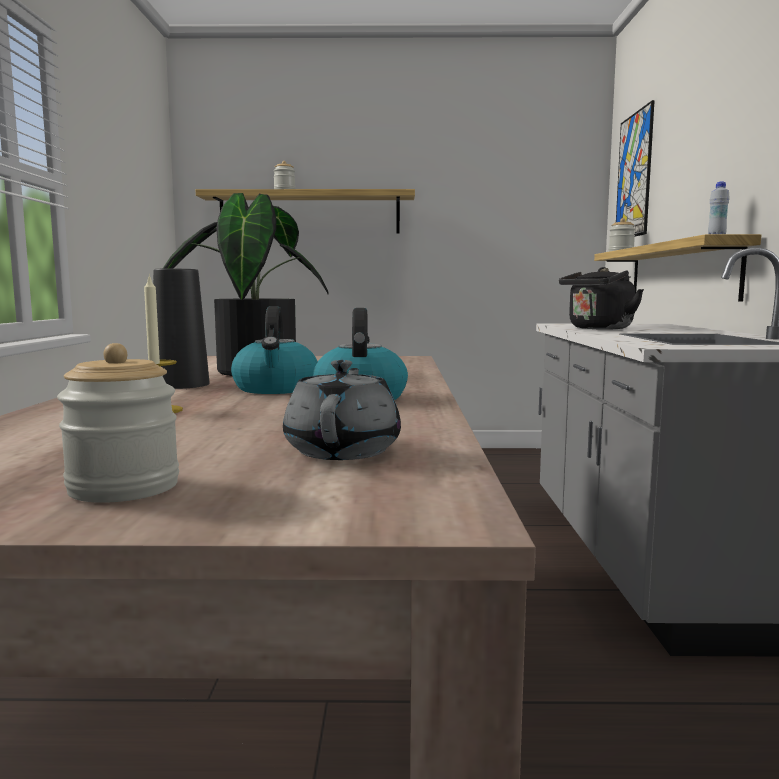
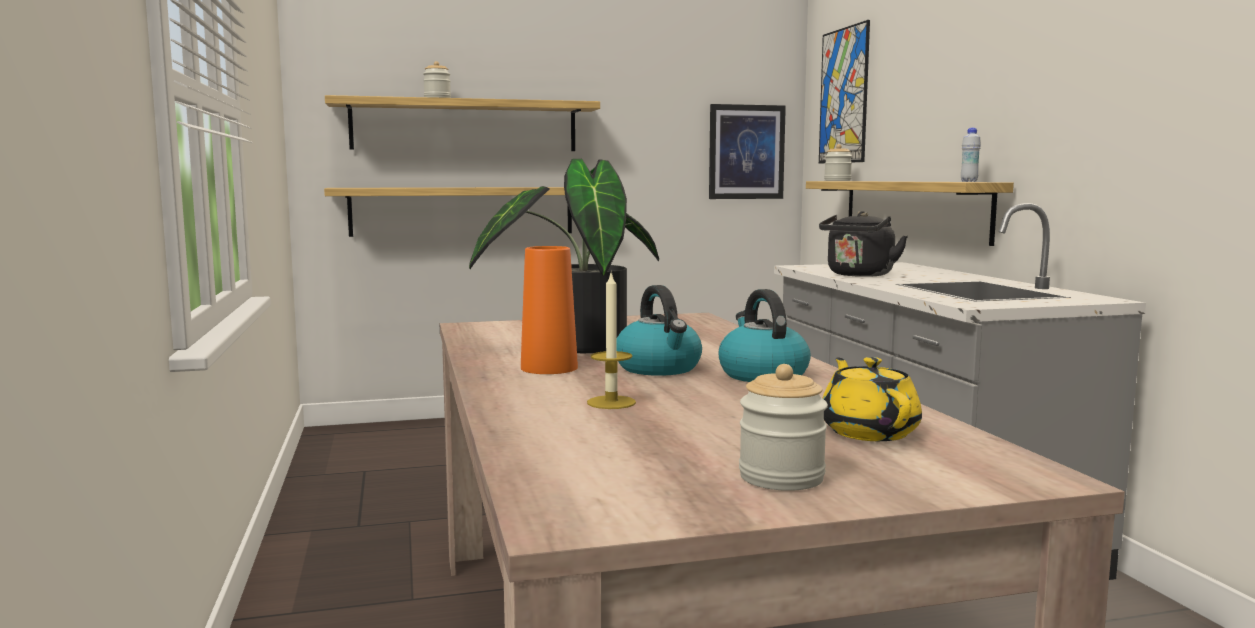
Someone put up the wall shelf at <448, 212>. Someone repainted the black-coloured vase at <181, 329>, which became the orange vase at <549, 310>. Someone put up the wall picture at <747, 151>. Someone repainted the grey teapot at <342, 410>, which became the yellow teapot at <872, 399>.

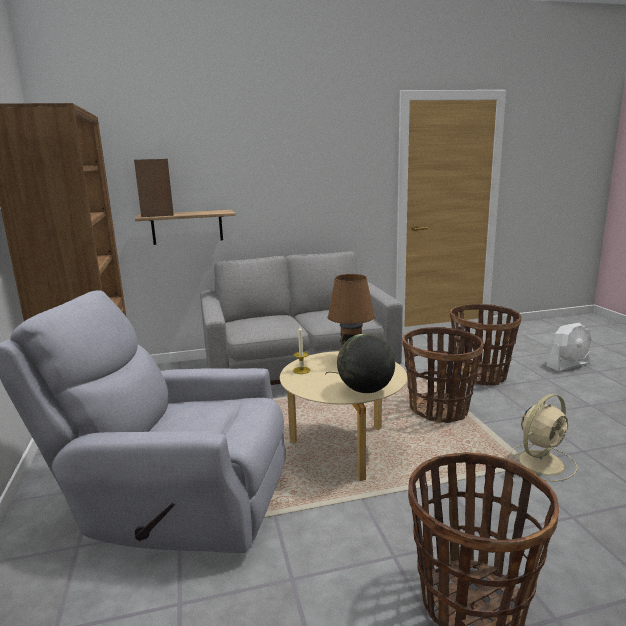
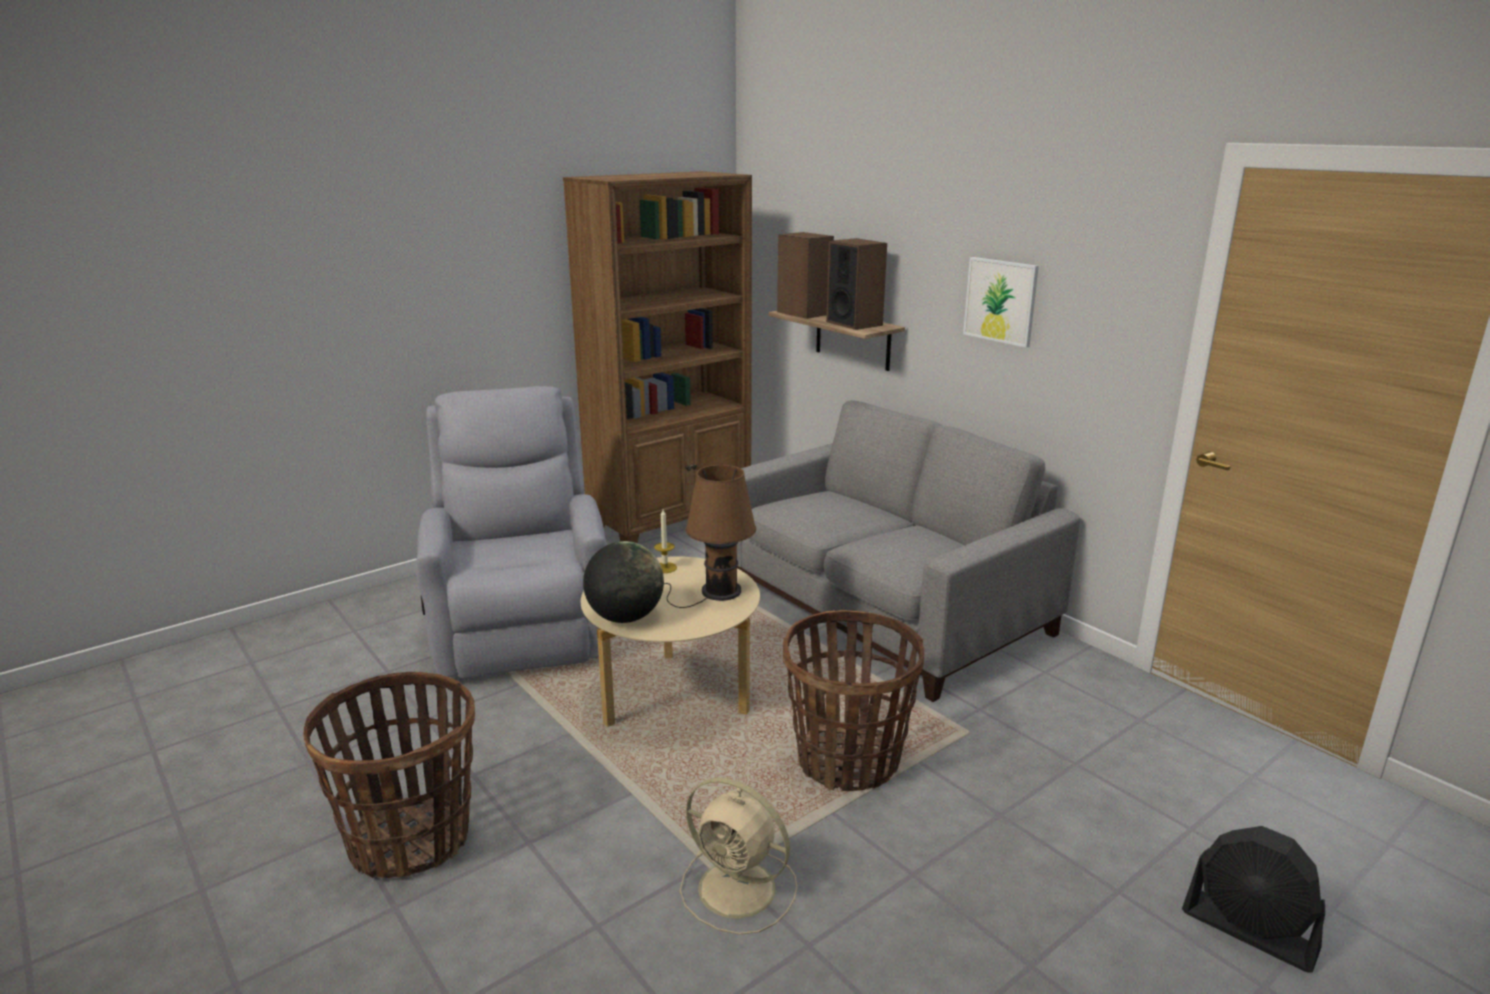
Someone put down the audio speaker at <856, 284>. Someone put up the wall picture at <1001, 302>. Someone repainted the whitish fan at <569, 347>, which became the black-coloured fan at <1253, 899>. Someone took away the storage basket at <485, 345>.

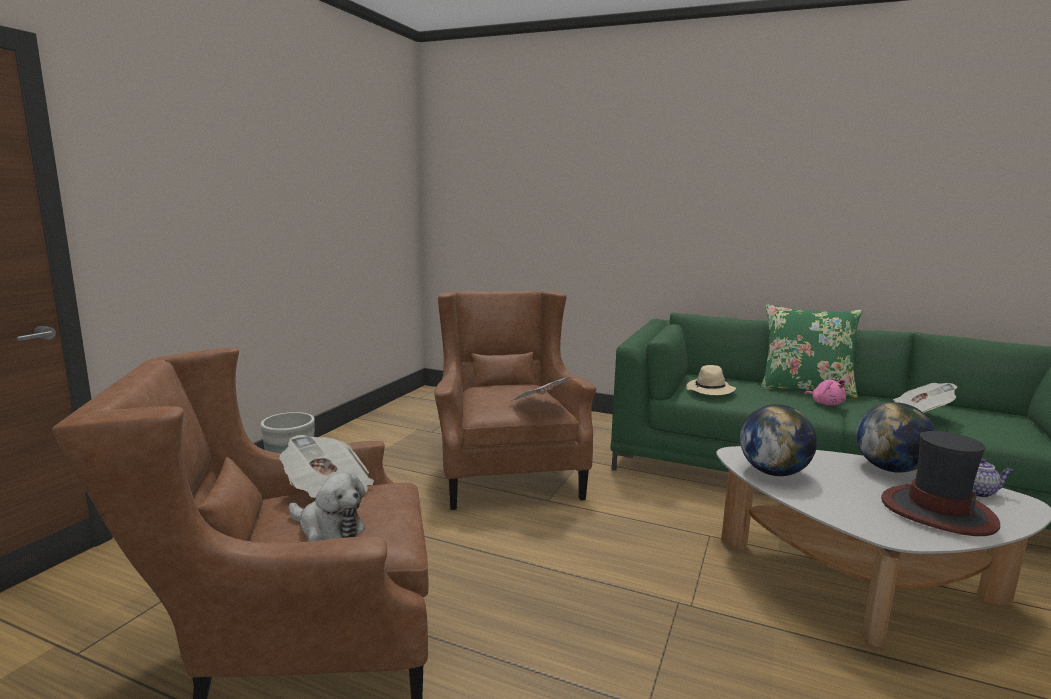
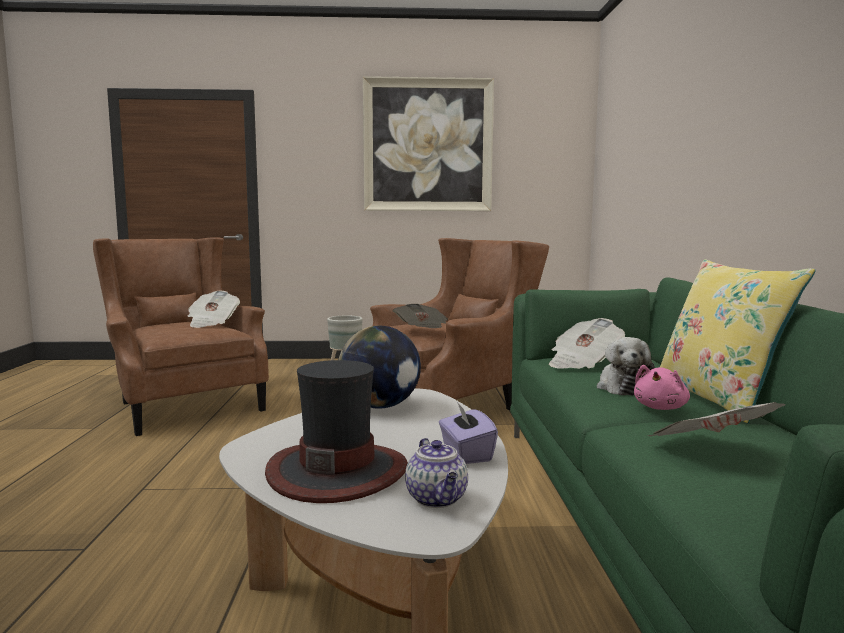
Someone put up the wall picture at <428, 143>. Someone swapped the world globe at <896, 437> for the purple tissue holder at <468, 433>. Someone swapped the sand-coloured wearable hat at <711, 380> for the newspaper at <587, 343>. Someone carried the soft toy from <327, 506> to <626, 366>. Someone repainted the greenish pillow at <811, 351>, which became the yellow pillow at <738, 341>.

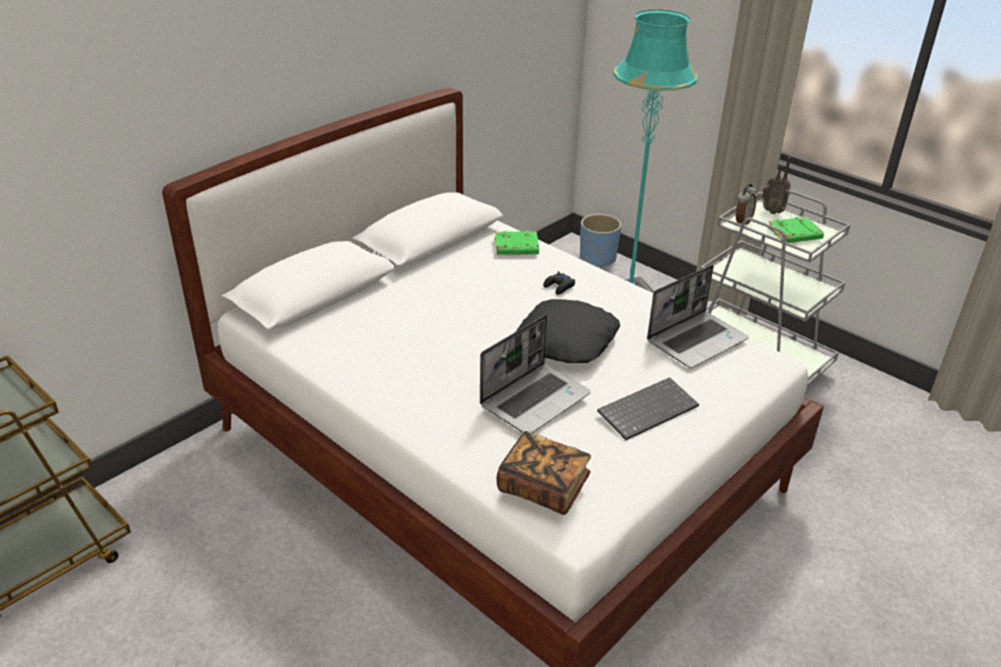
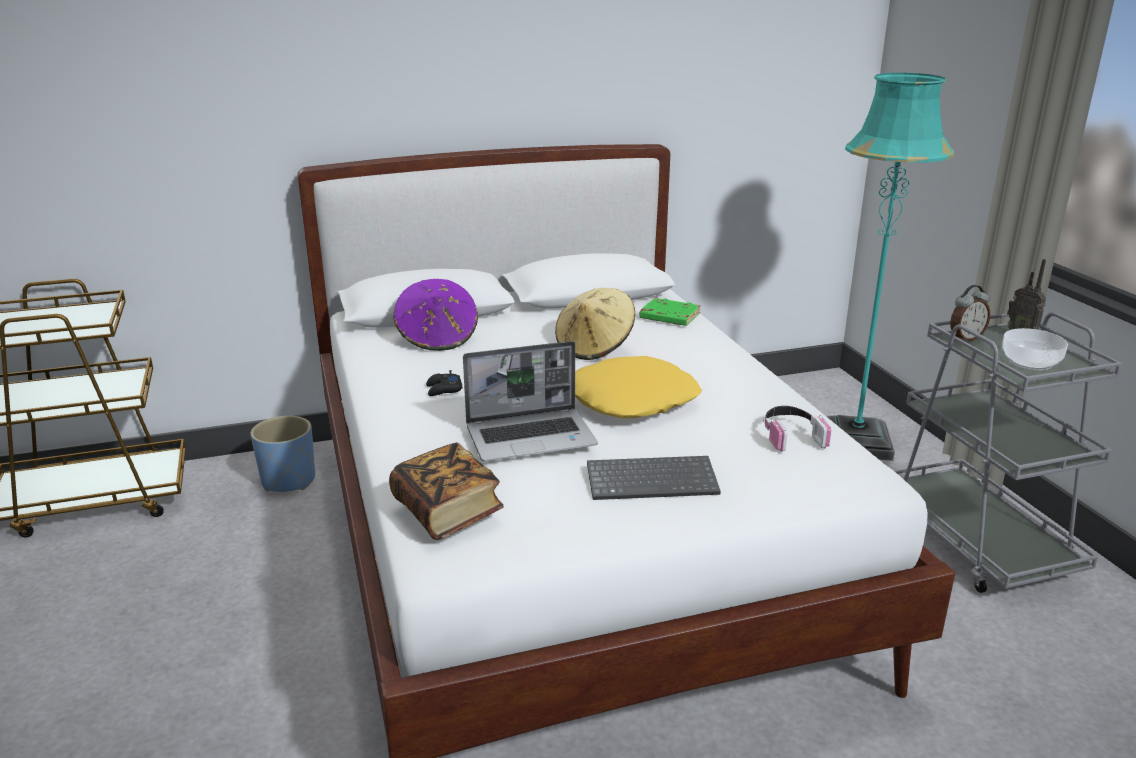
Someone carried the blue plant pot from <600, 240> to <283, 454>. Someone put down the purple wearable hat at <435, 315>. Someone carried the black-coloured game controller from <559, 283> to <444, 383>. Someone put down the sand-coloured wearable hat at <595, 324>. Someone repainted the black-coloured pillow at <568, 331>, which became the yellow pillow at <638, 387>. Someone swapped the notebook computer at <698, 316> for the headset at <797, 429>. Someone swapped the greenish volume at <796, 230> for the deep dish at <1035, 349>.

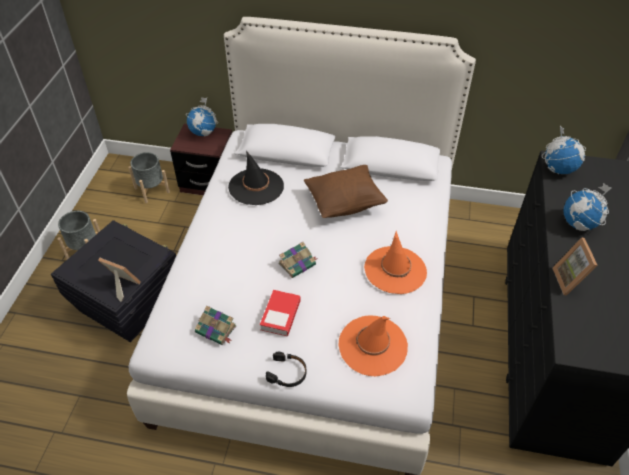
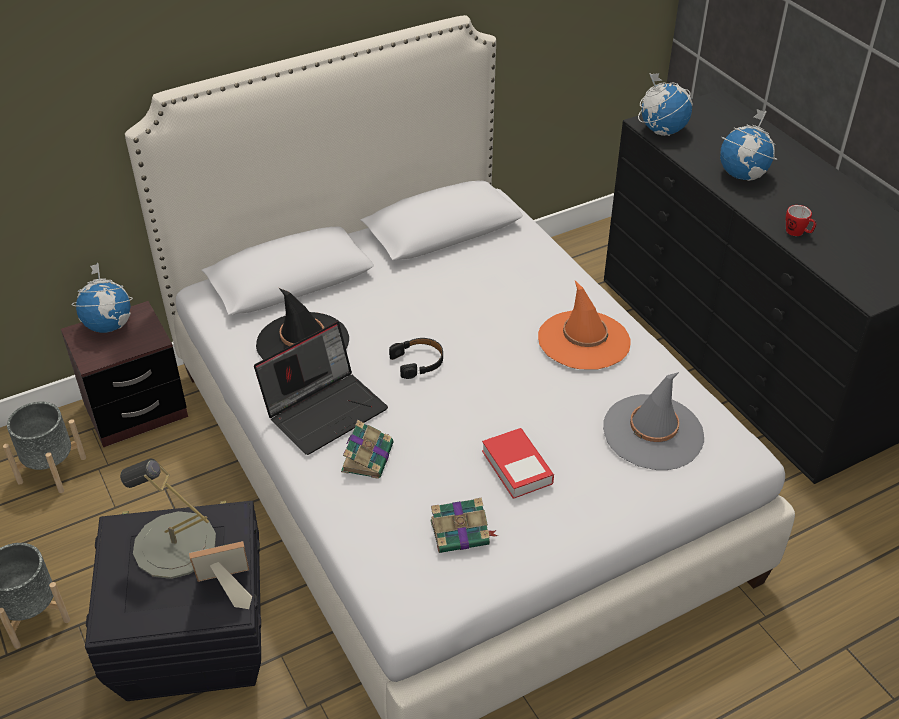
Someone put down the grey tabletop lamp at <168, 518>. Someone put down the notebook computer at <321, 388>. Someone carried the volume from <297, 260> to <367, 449>. Someone carried the black-coloured headset from <286, 369> to <416, 358>. Someone repainted the orange wearable hat at <373, 345>, which became the grey wearable hat at <653, 421>. Someone swapped the picture frame at <575, 266> for the mug at <801, 220>. Someone took away the brown-coloured pillow at <346, 191>.

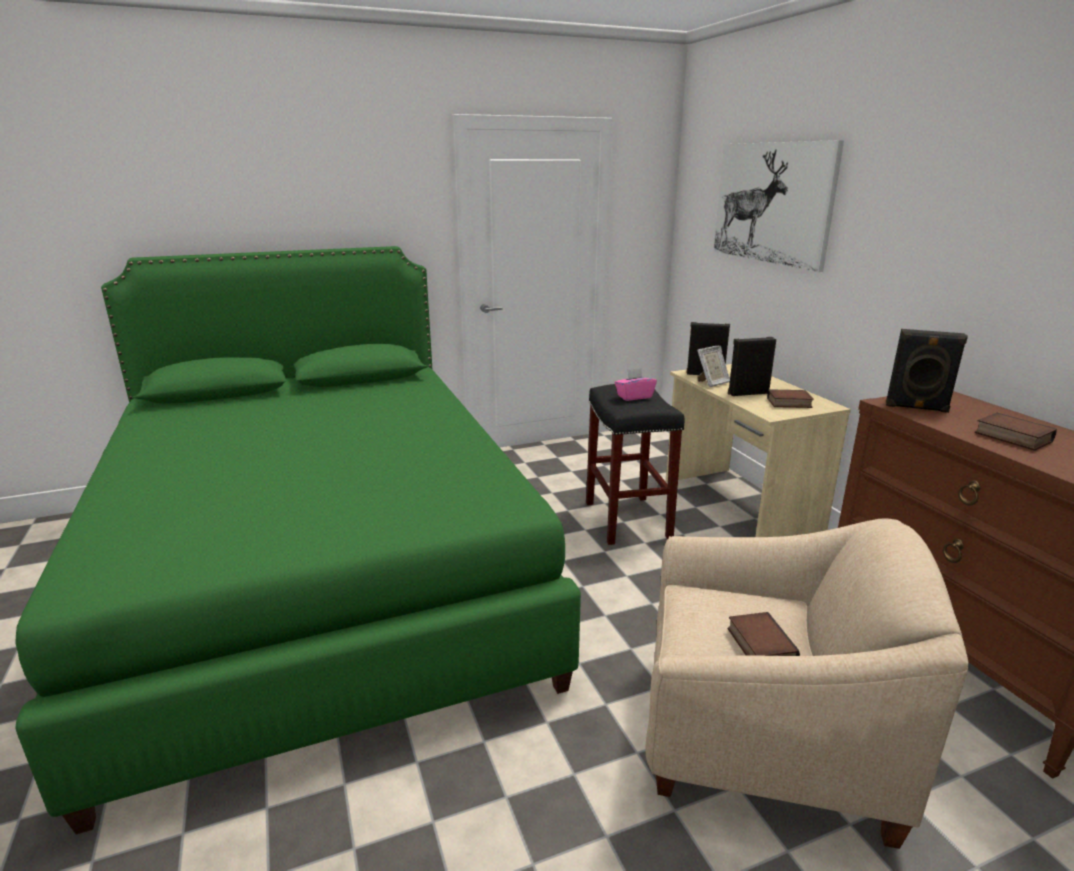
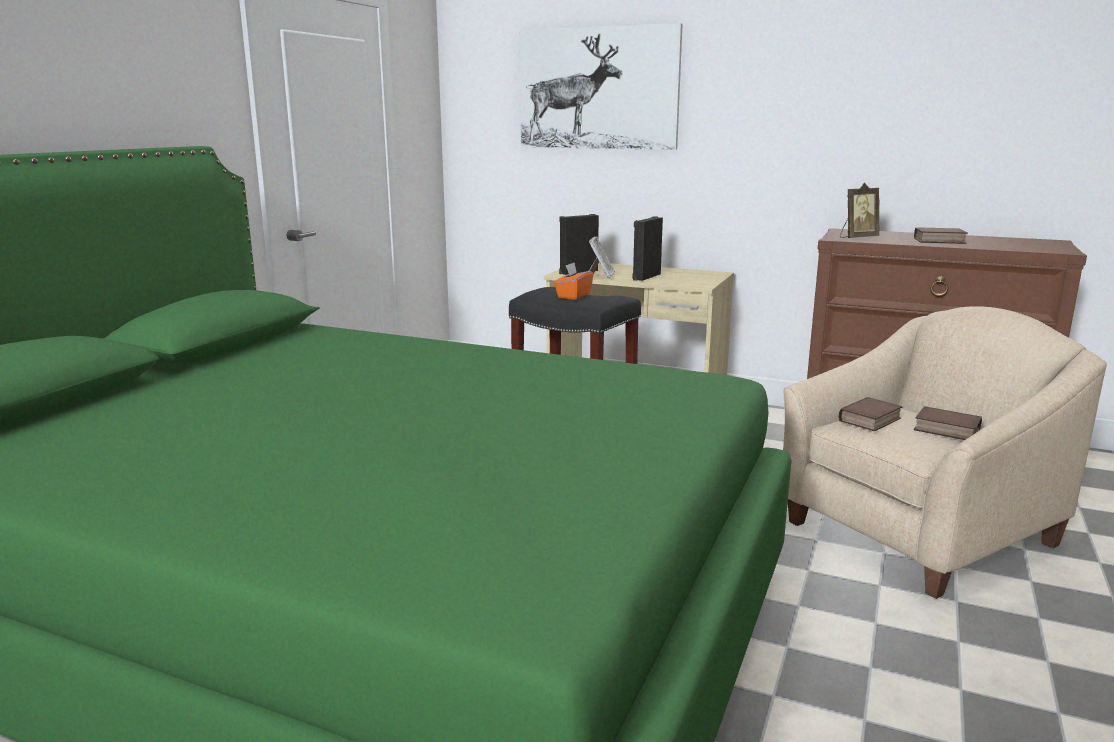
Someone repainted the pink-coloured tissue holder at <636, 384>, which became the orange tissue holder at <573, 281>. Someone carried the volume from <790, 398> to <870, 414>. Someone swapped the black-coloured audio speaker at <927, 371> for the picture frame at <860, 210>.

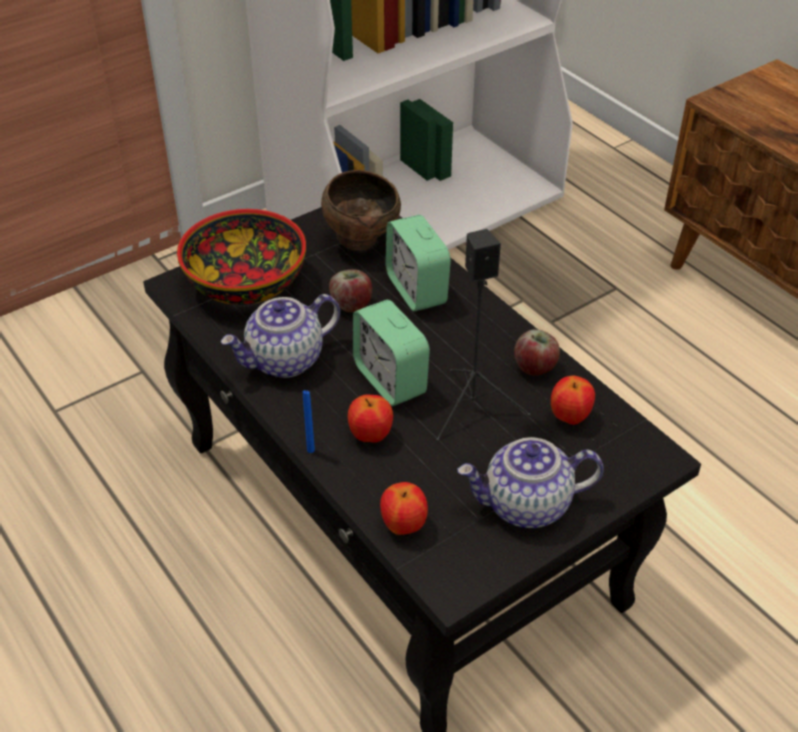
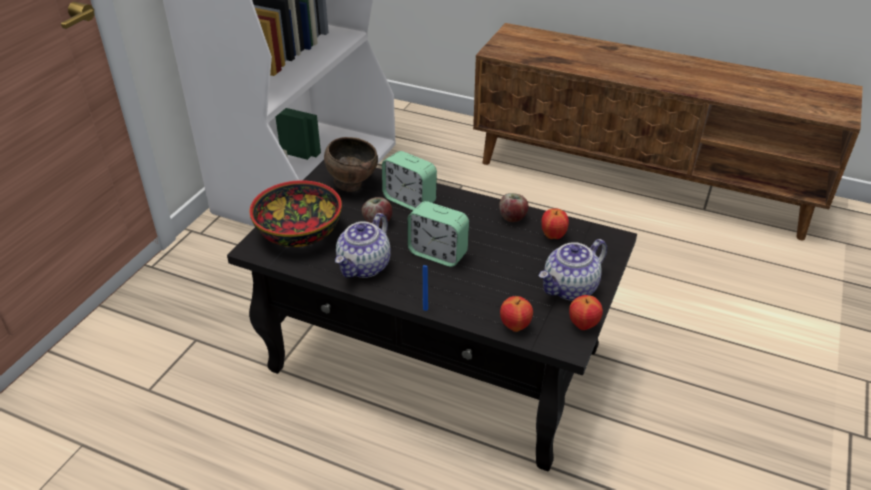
Someone carried the apple from <370, 419> to <586, 312>. Someone took away the black-coloured audio speaker at <483, 335>.

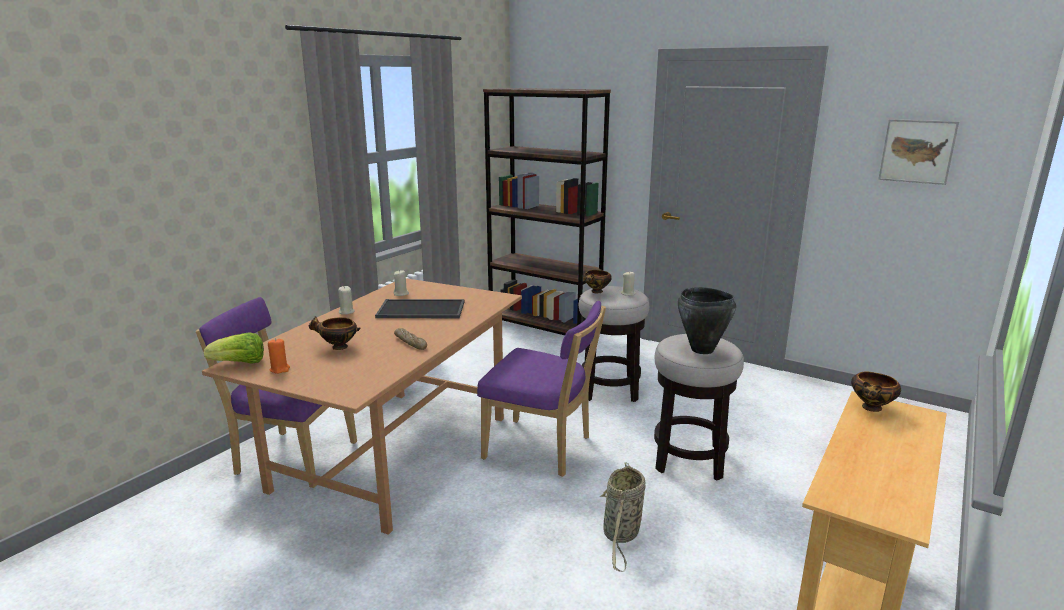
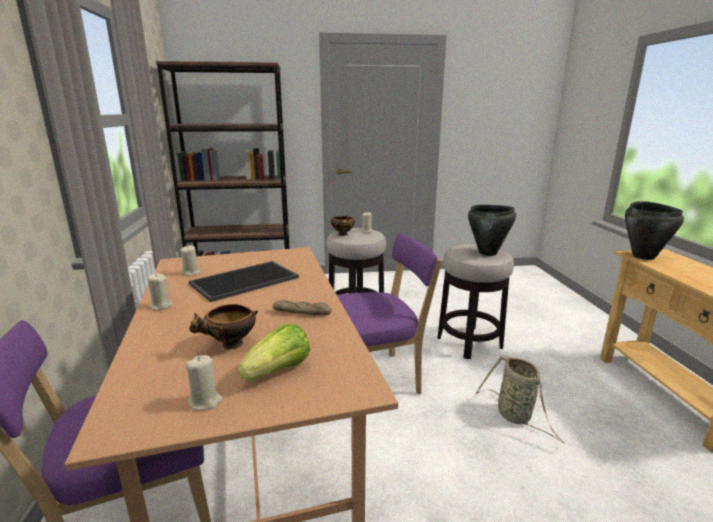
Someone repainted the orange candle at <279, 356>, which became the sand-coloured candle at <204, 383>. Someone carried the lettuce head from <234, 348> to <274, 352>. Someone swapped the deep dish at <876, 391> for the black-coloured stockpot at <654, 230>. Someone took away the wall picture at <918, 152>.

